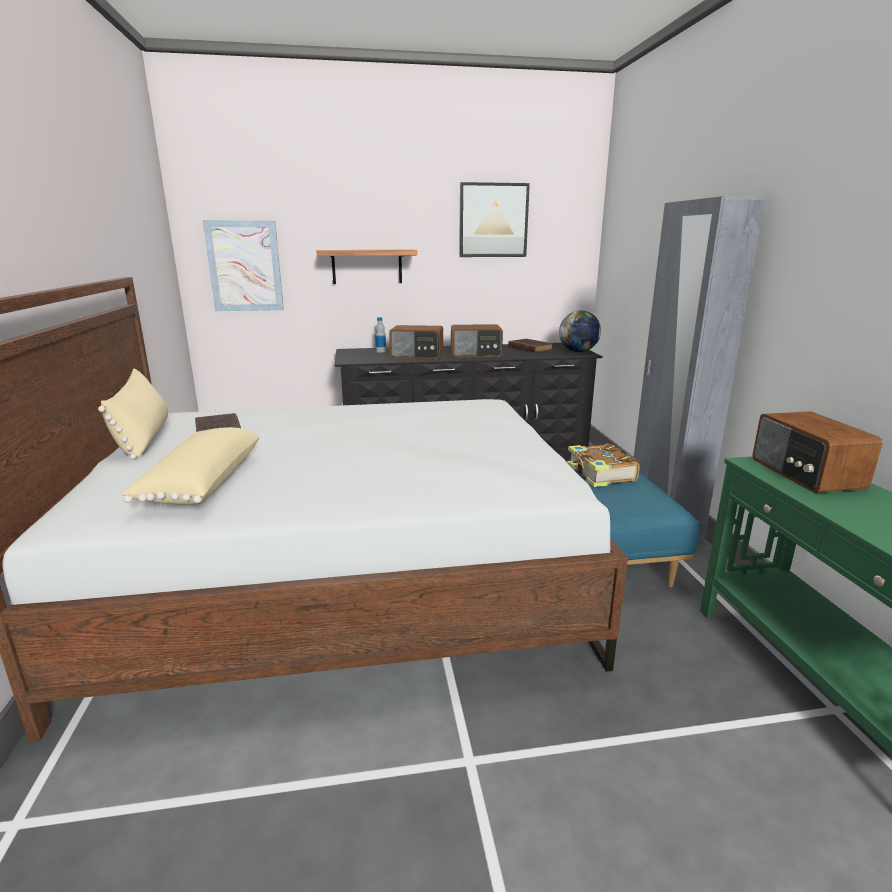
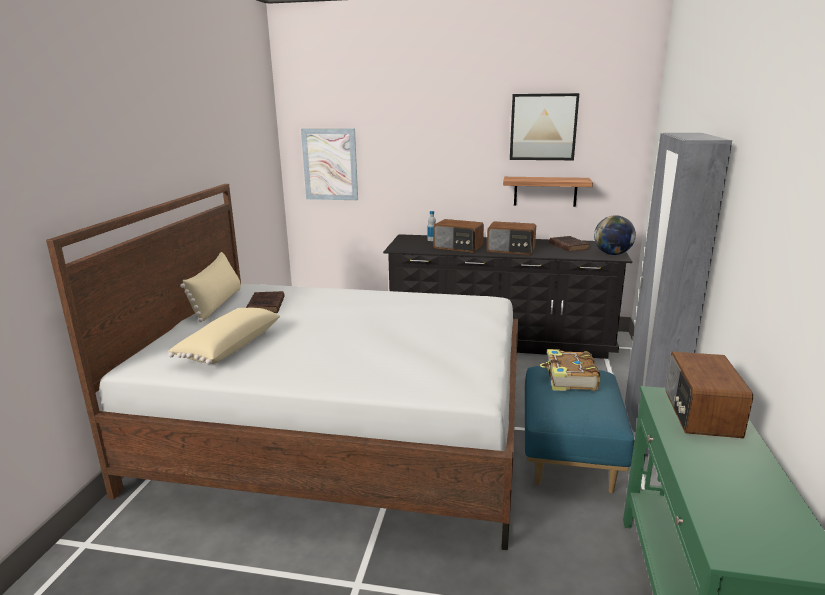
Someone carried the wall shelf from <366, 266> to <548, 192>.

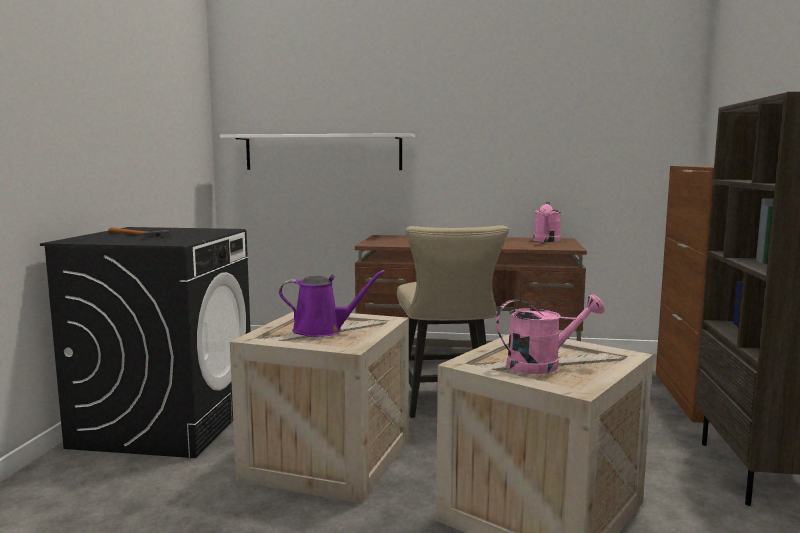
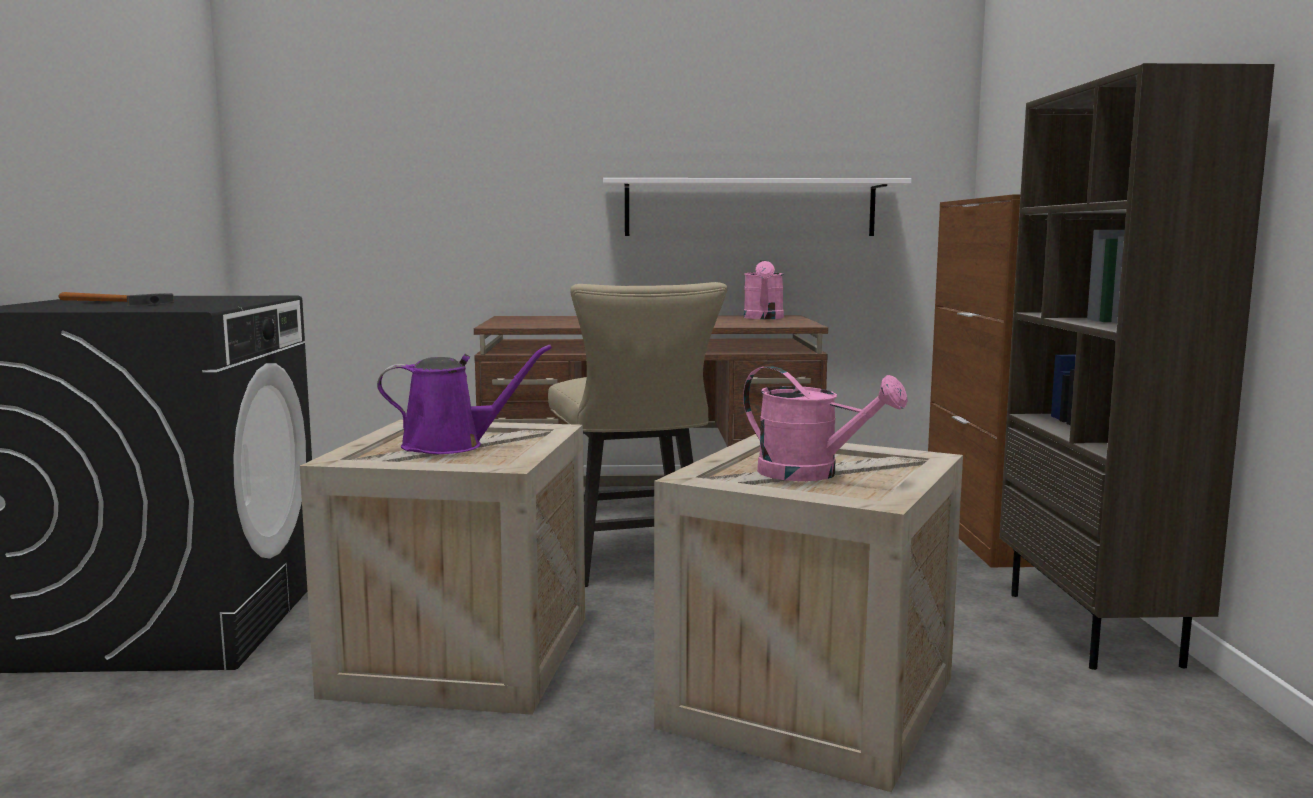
Someone carried the whitish wall shelf from <317, 151> to <757, 207>. Someone rotated the pink-coloured watering can at <550, 334> by 60 degrees clockwise.

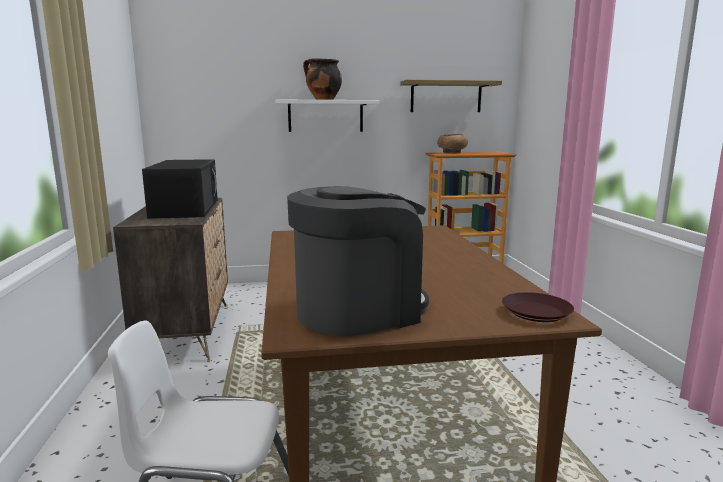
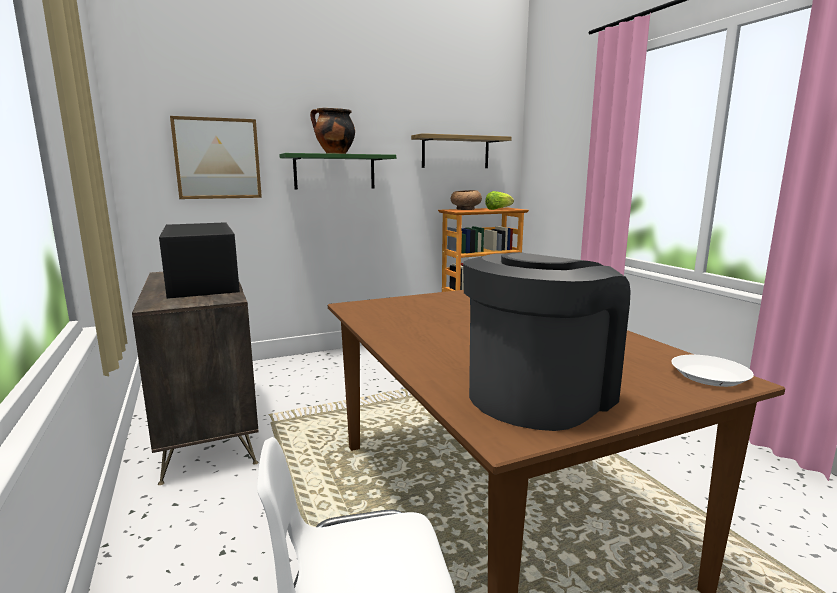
Someone put up the wall picture at <216, 157>. Someone repainted the whitish wall shelf at <327, 116>, which became the greenish wall shelf at <337, 171>. Someone put down the lettuce head at <499, 200>. Someone repainted the brown-coloured flat dish at <538, 307>, which became the whitish flat dish at <712, 371>.

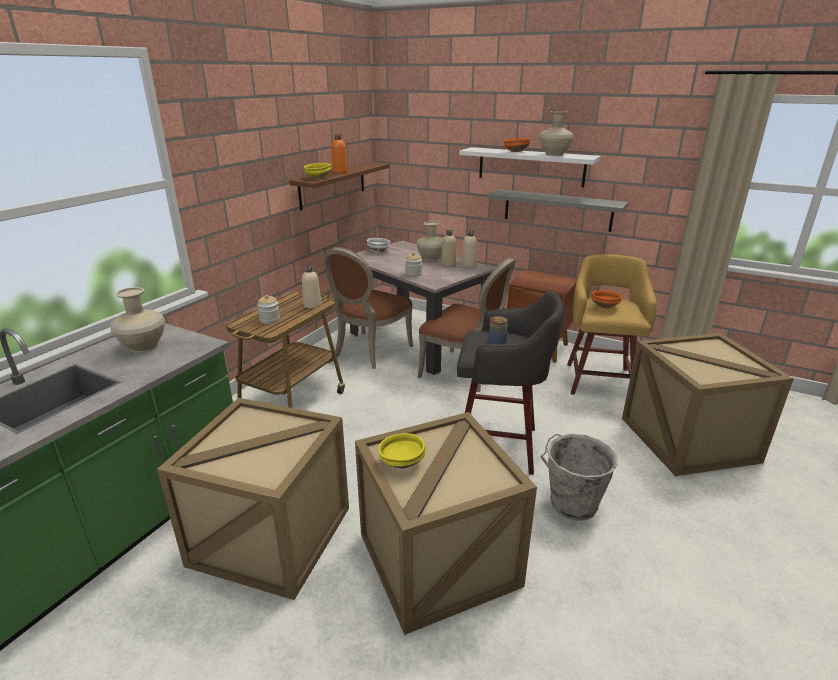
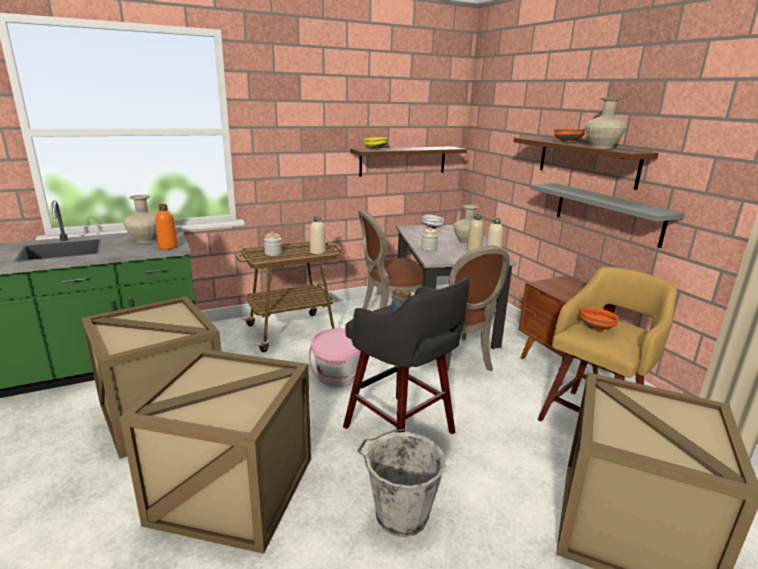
Someone carried the orange beverage bottle from <340, 153> to <166, 227>. Someone put down the pink-coloured pail at <334, 357>. Someone repainted the whitish wall shelf at <529, 167>, which became the brown-coloured wall shelf at <586, 163>. Someone took away the yellow deep dish at <401, 451>.

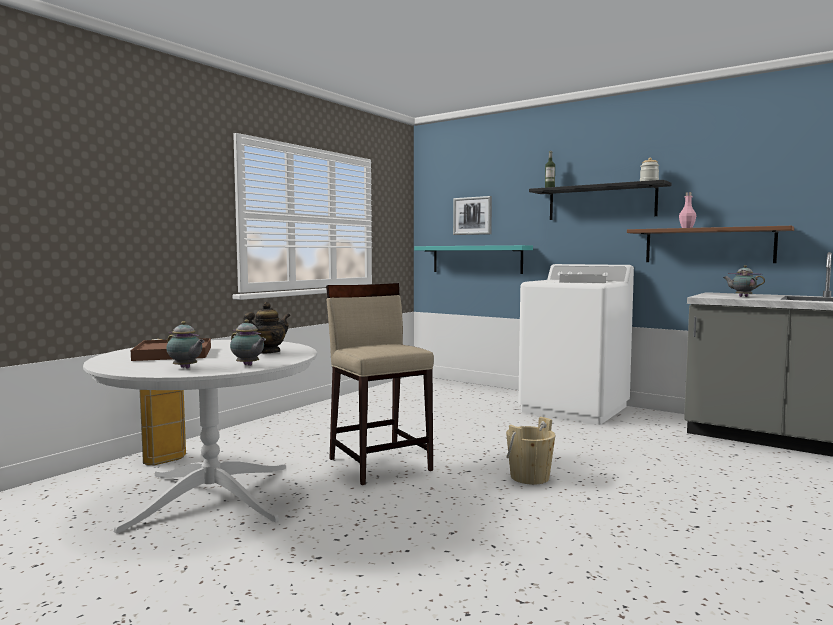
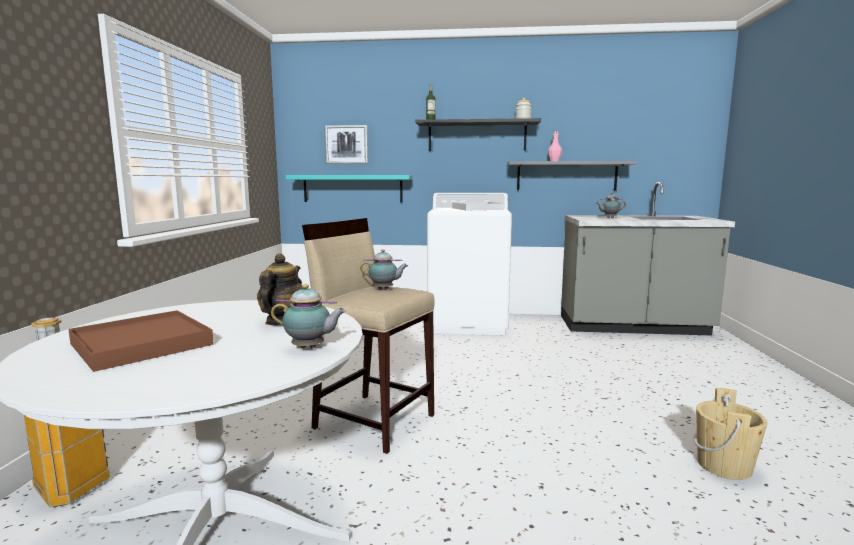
Someone carried the teapot from <185, 344> to <384, 269>. Someone repainted the brown-coloured wall shelf at <710, 244>, which became the grey wall shelf at <572, 176>. Someone carried the sand-coloured pail from <531, 451> to <730, 434>.

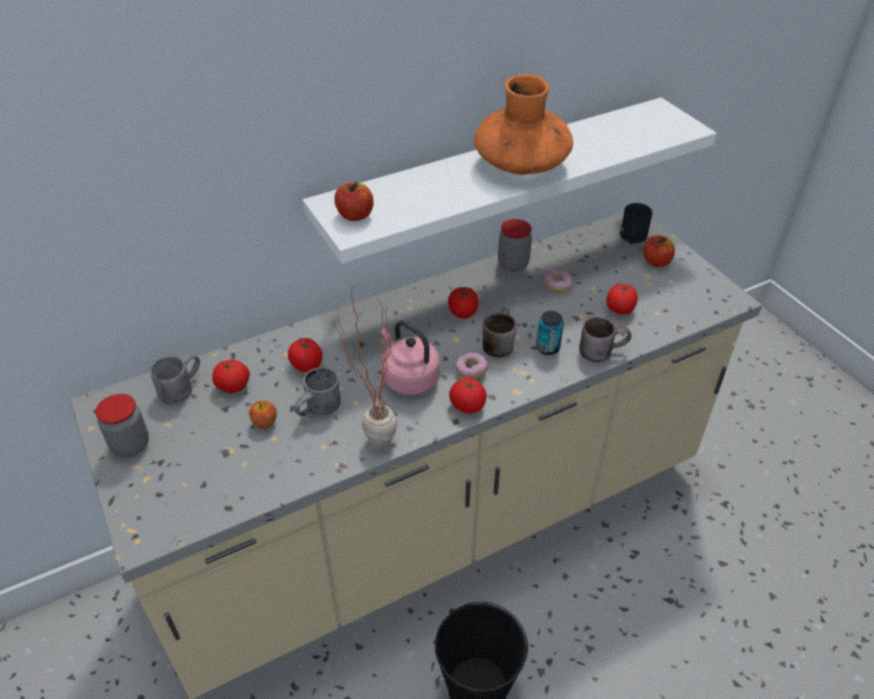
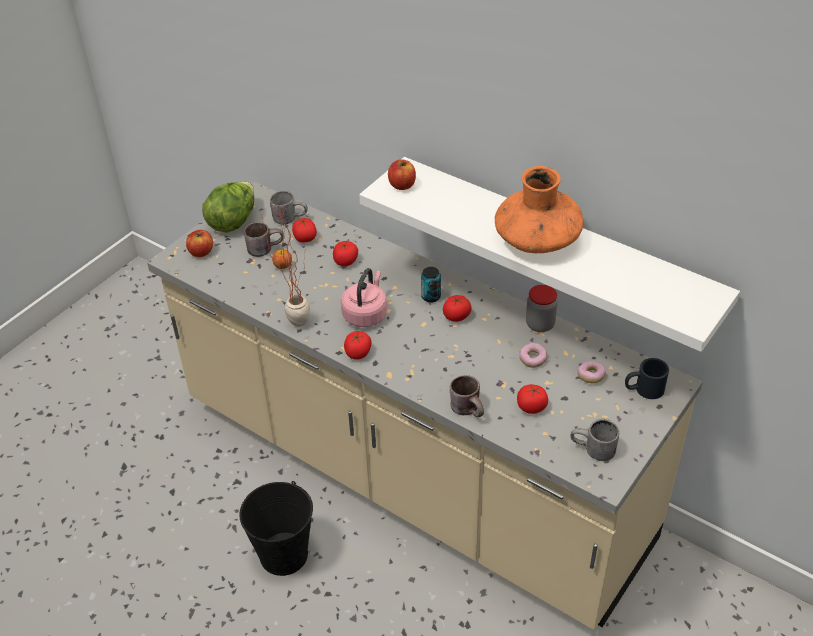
Someone carried the apple from <659, 251> to <199, 243>. Someone swapped the jar at <122, 425> for the lettuce head at <228, 207>. Someone carried the brown-coloured mug from <499, 333> to <264, 239>. Someone carried the sealed can from <550, 333> to <431, 285>. Someone carried the grey mug from <317, 392> to <594, 440>. Someone carried the ring doughnut from <471, 366> to <591, 372>.

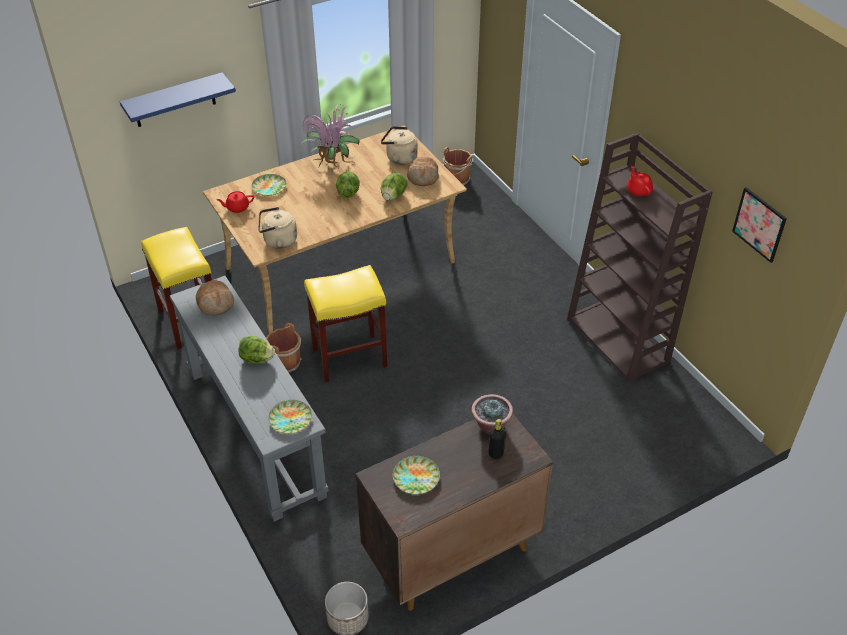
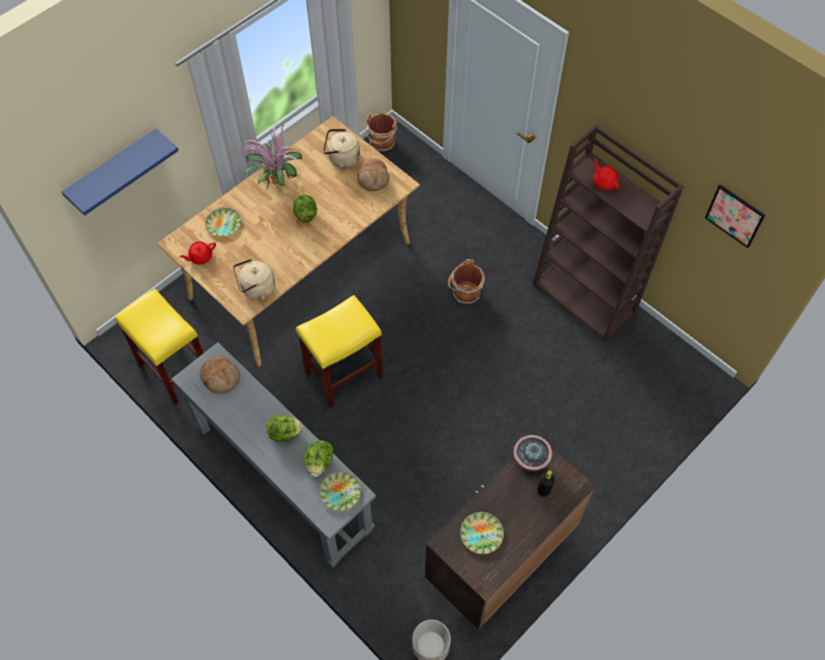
Someone carried the lettuce head from <394, 186> to <319, 458>. Someone carried the brown-coloured pail from <284, 348> to <466, 281>.

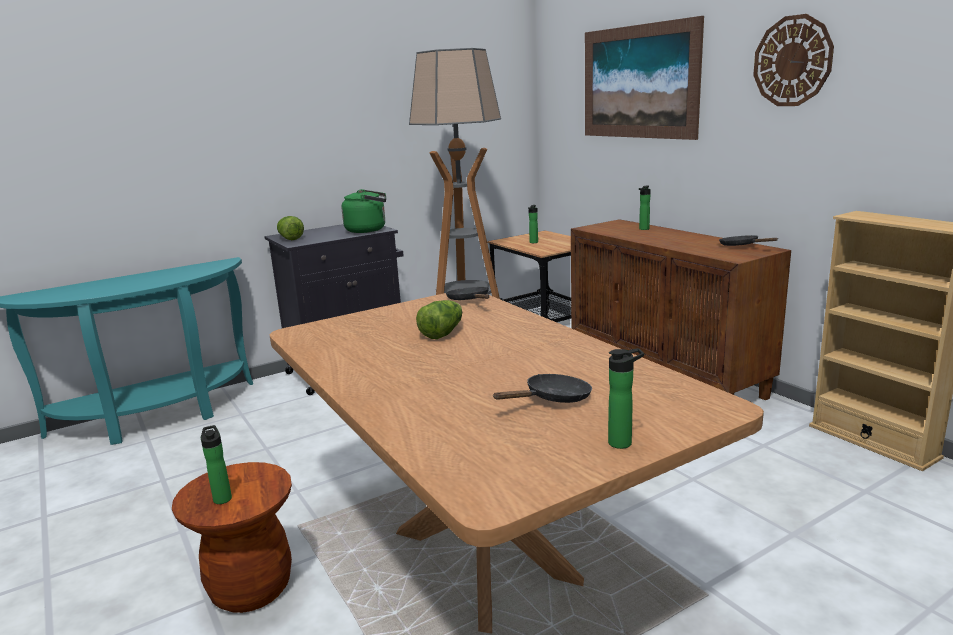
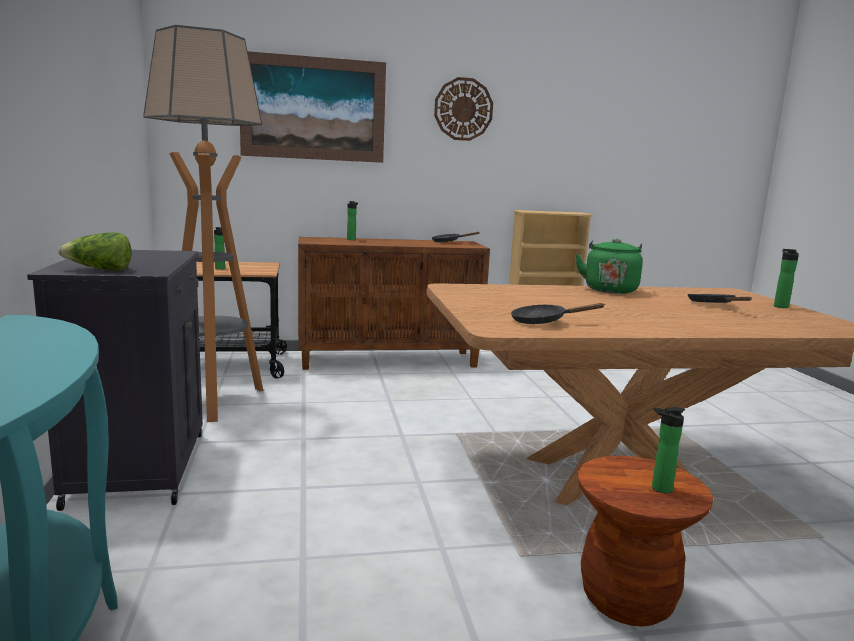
Someone carried the black-coloured frying pan from <467, 293> to <557, 313>. Someone carried the greenish kettle from <364, 211> to <609, 266>. Someone took away the lettuce head at <439, 319>.

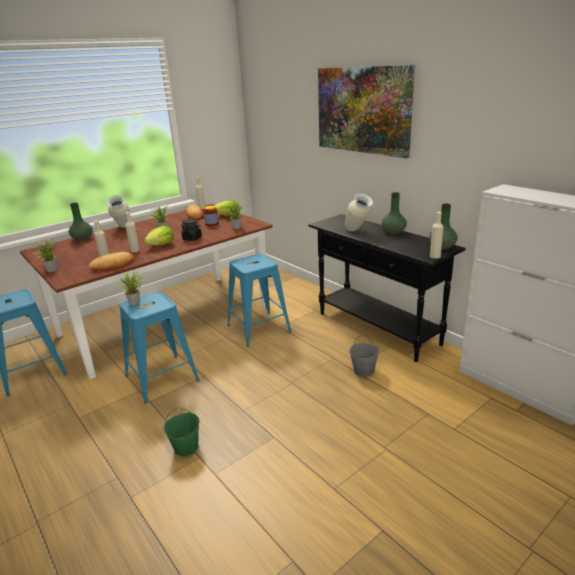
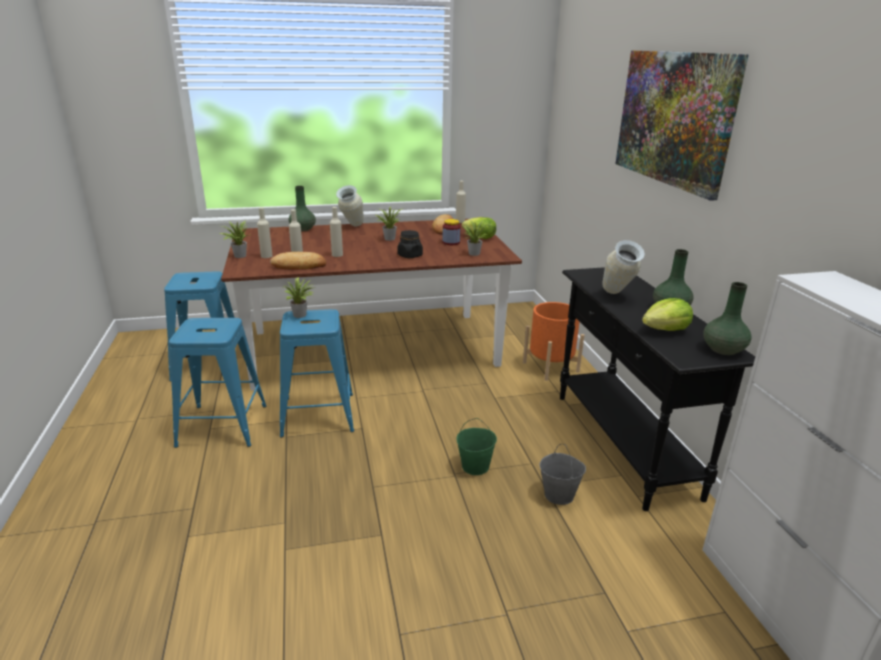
Someone carried the blue stool seat from <259, 300> to <218, 383>. Someone carried the sand-coloured beverage bottle from <437, 235> to <264, 232>. Someone carried the greenish pail from <181, 432> to <476, 446>. Someone put down the orange plant pot at <553, 341>. Someone carried the lettuce head from <159, 236> to <667, 314>.

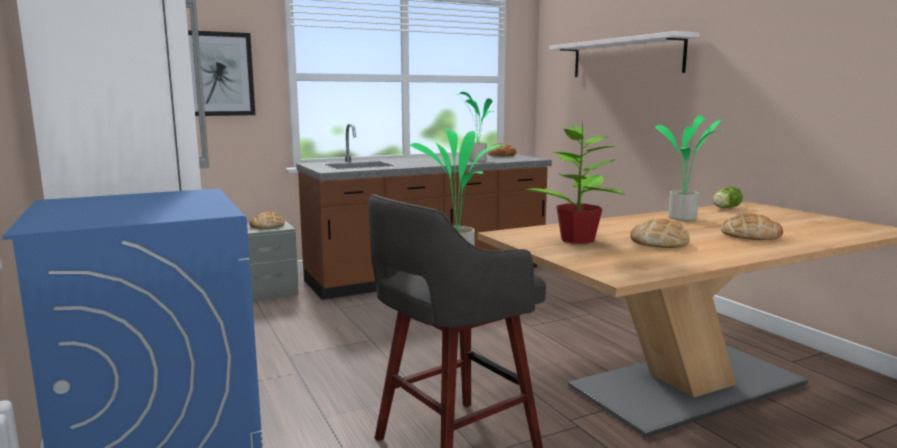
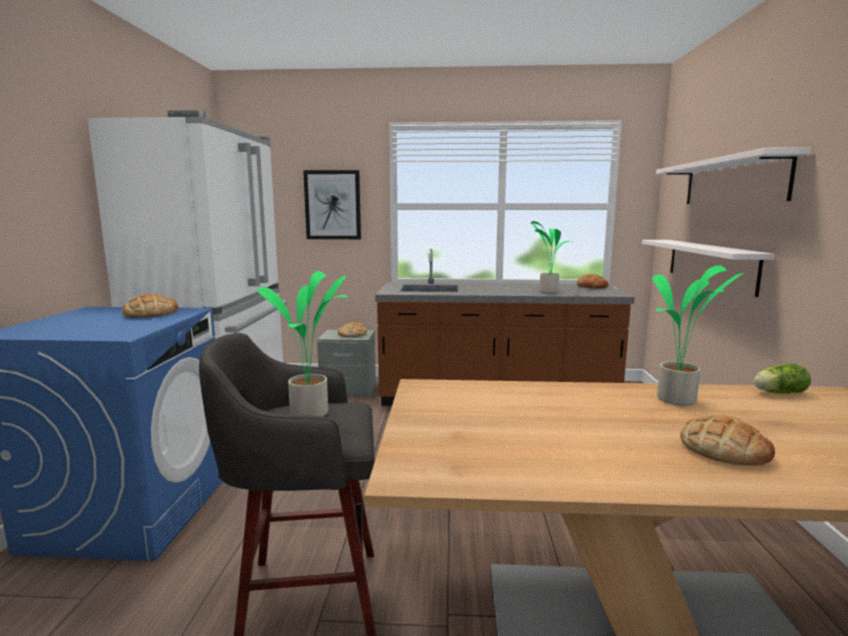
Someone carried the baked bread from <660, 233> to <150, 306>. Someone put up the whitish wall shelf at <708, 268>. Someone took away the potted plant at <575, 182>.

